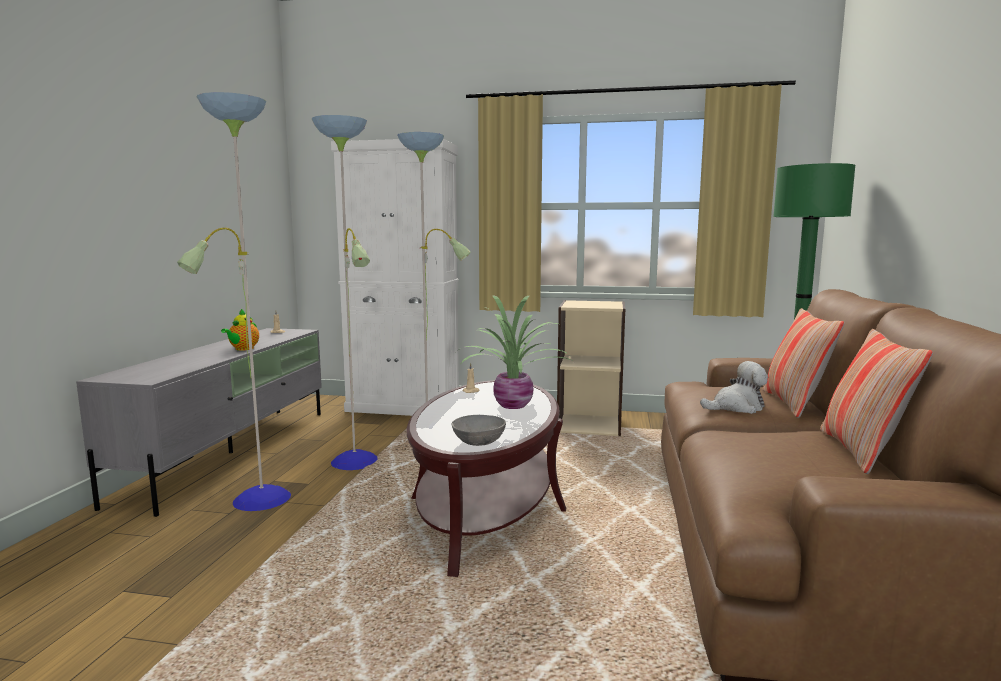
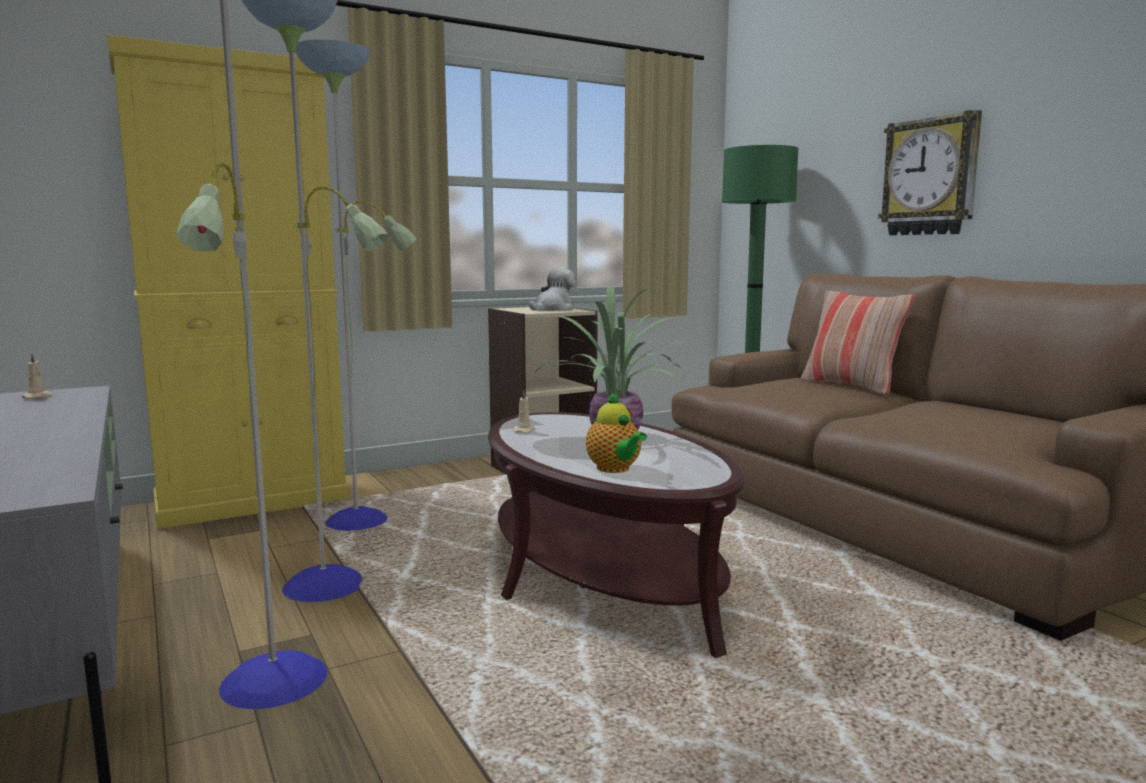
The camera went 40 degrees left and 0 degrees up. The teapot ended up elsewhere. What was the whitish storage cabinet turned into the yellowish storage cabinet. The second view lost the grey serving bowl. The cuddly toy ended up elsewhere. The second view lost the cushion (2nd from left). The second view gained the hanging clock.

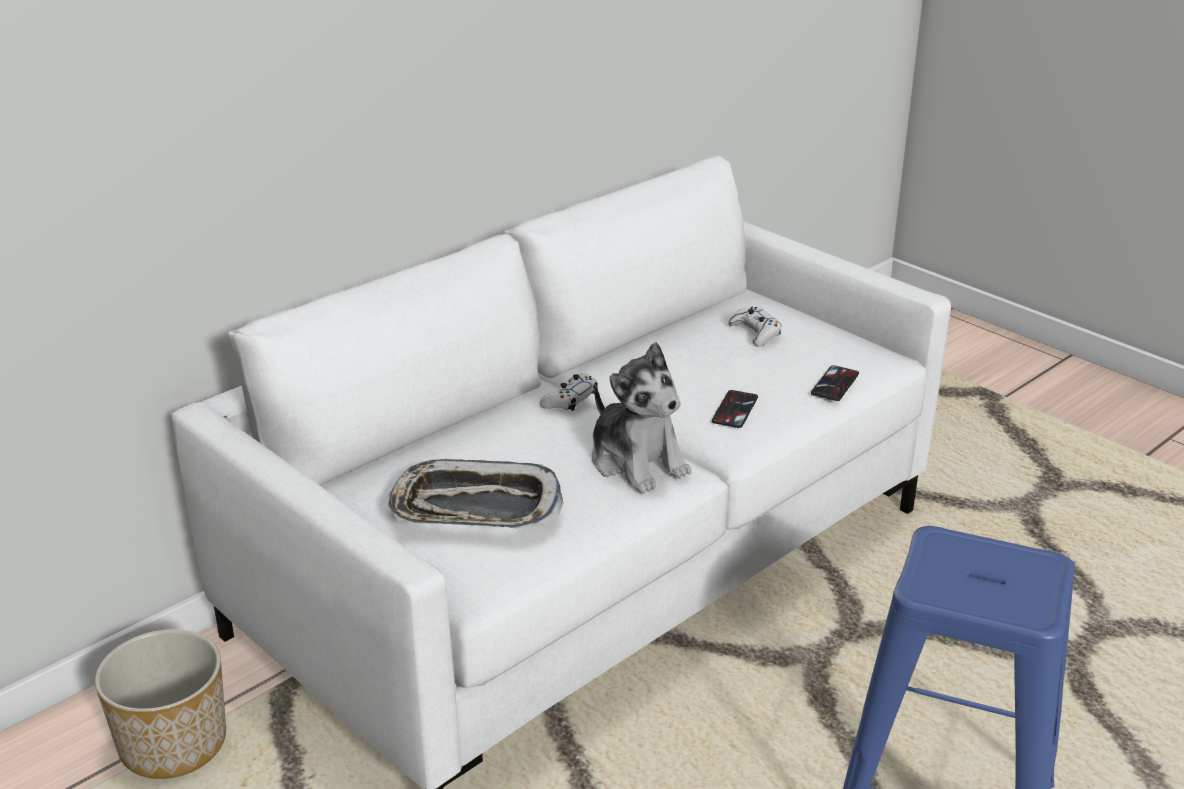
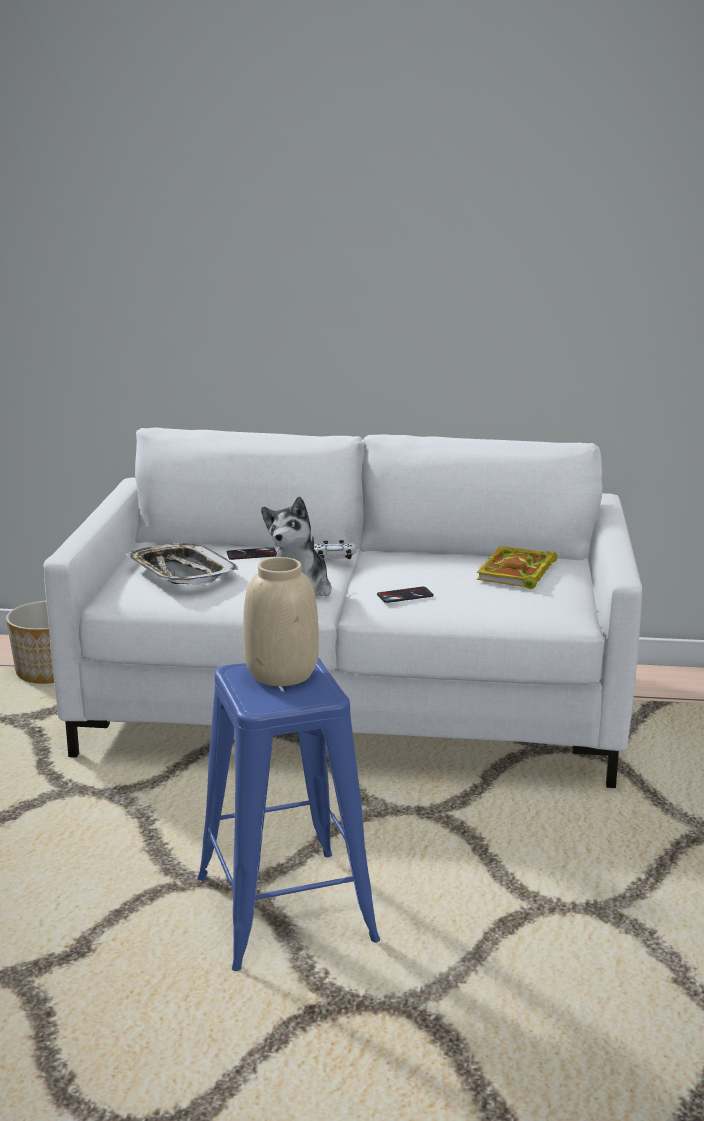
The camera went 50 degrees right and 10 degrees down. Where the whitish joypad (2nd from left) stood, the bound book came to stand. The handset (2nd from left in the first image) ended up elsewhere. The second view gained the sand-coloured decorative vase.

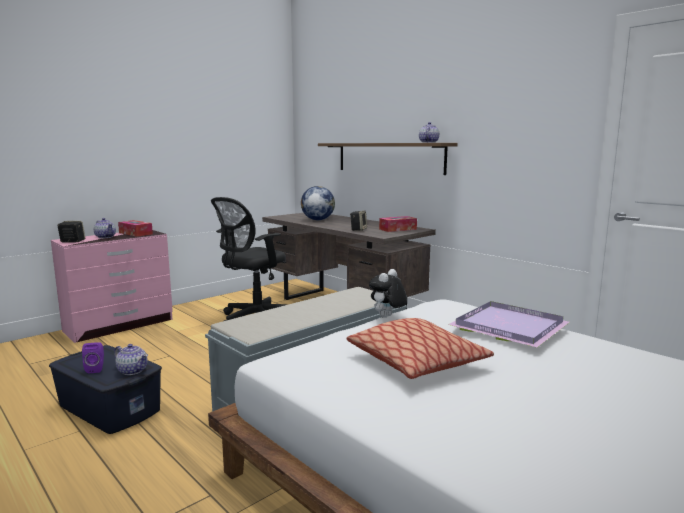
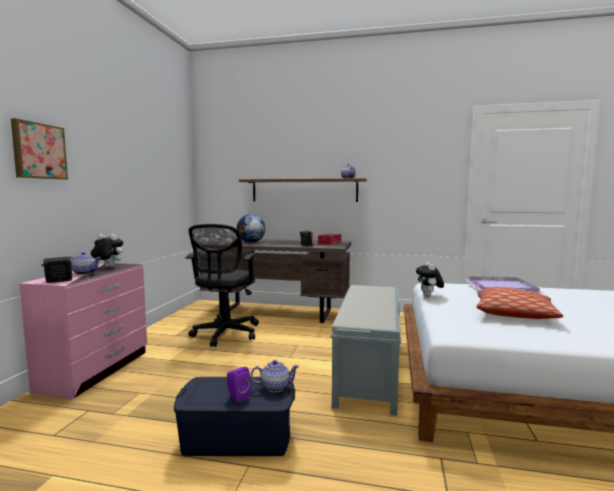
The camera went 35 degrees left and 5 degrees down. Where the box of tissues (1st from left) stood, the cuddly toy (1st from left) came to stand. The second view gained the wall art.

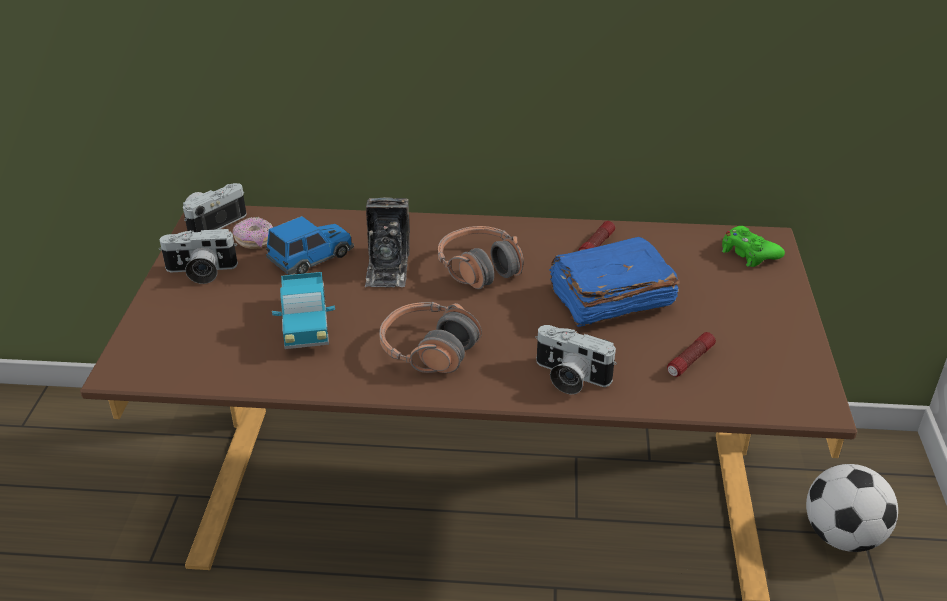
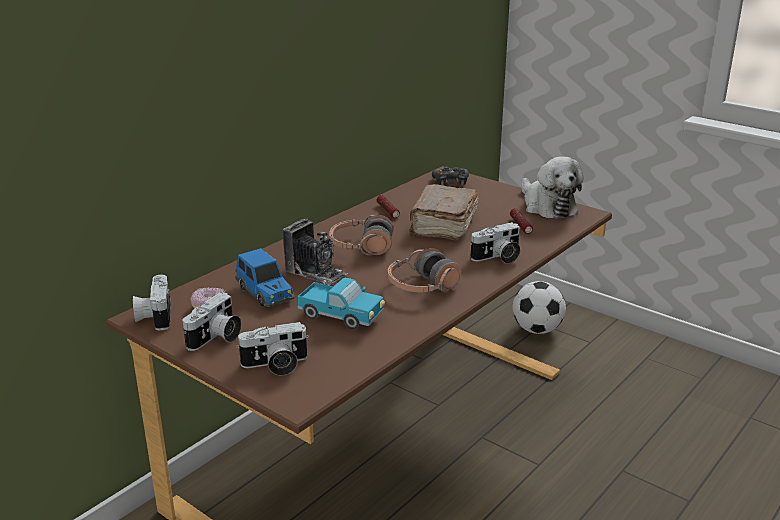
The camera went 55 degrees left and 10 degrees down. The miniature car ended up facing another way, 150 degrees clockwise from before. What was the blue bound book turned into the brown bound book. What was the greenish joypad turned into the blackish joypad. The second view gained the photo camera (3rd from left). The second view gained the cuddly toy.

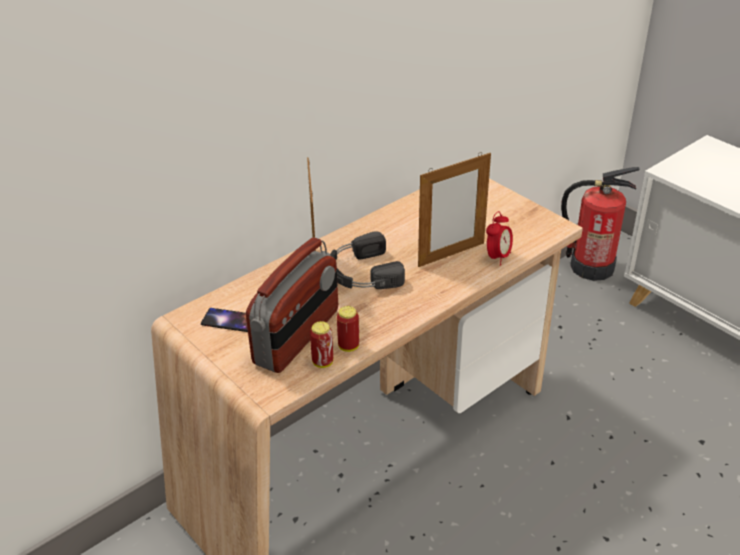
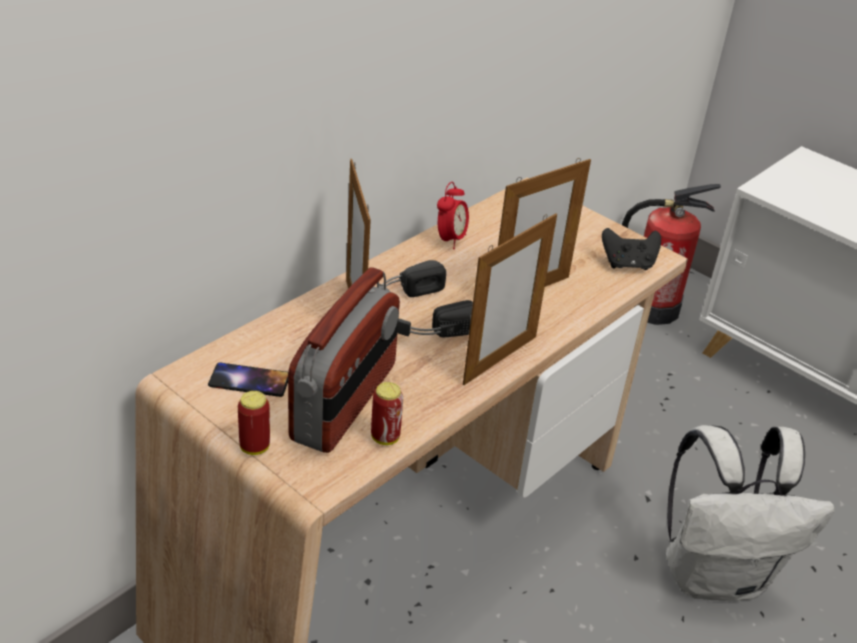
The camera went 10 degrees left and 0 degrees up. The can (2nd from left in the first image) ended up elsewhere. The bedside clock ended up elsewhere. The second view gained the photo frame (2nd from left). The second view gained the blackish joypad. The second view gained the whitish rucksack.

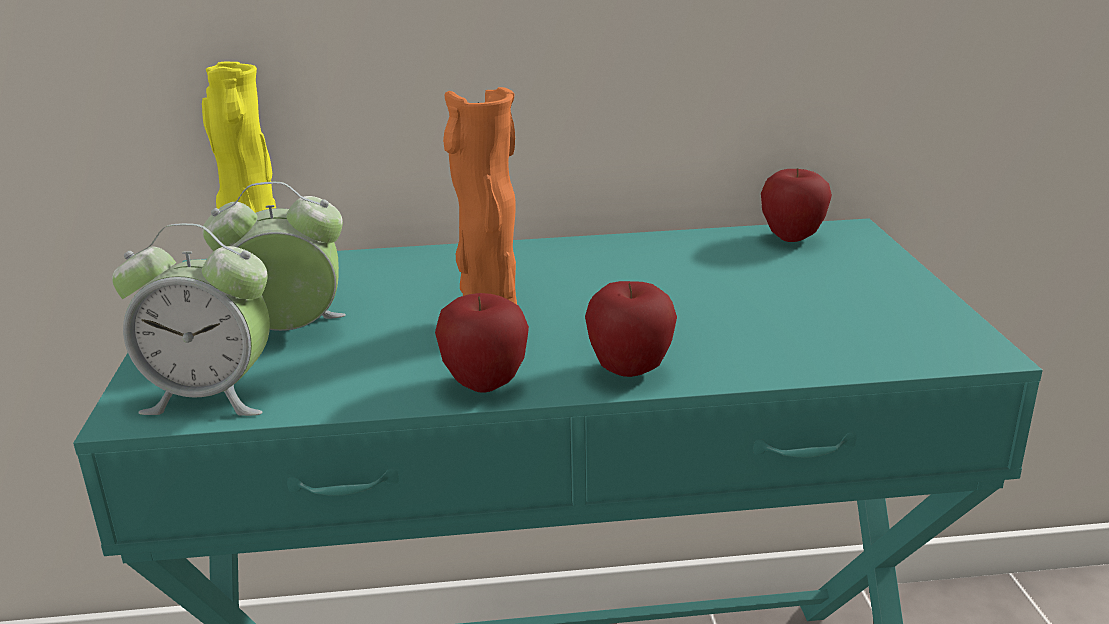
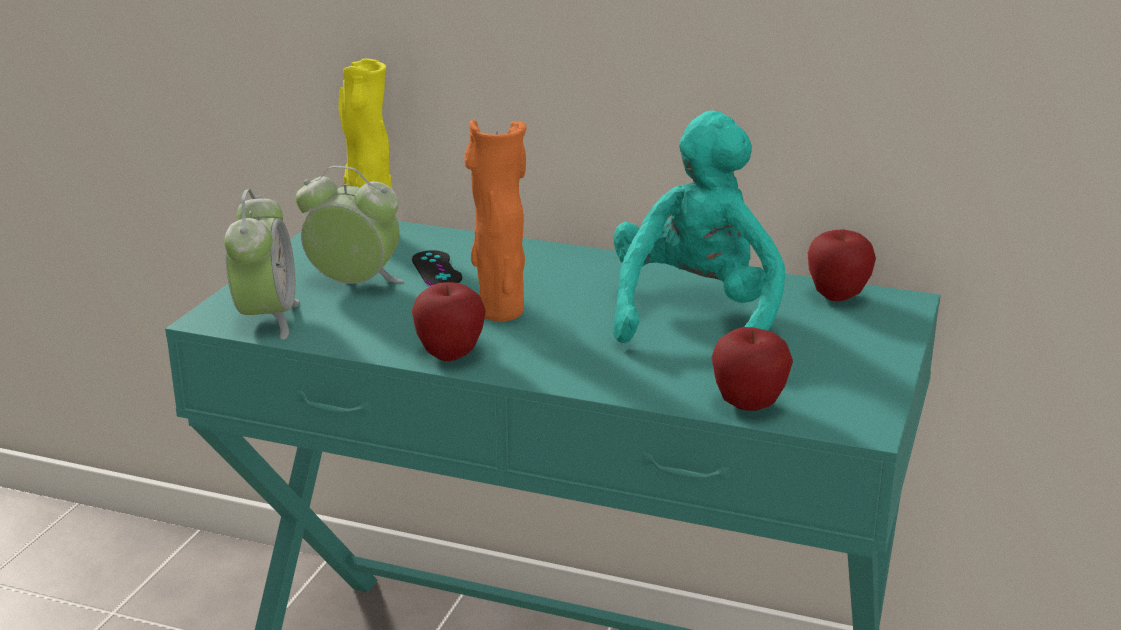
The camera went 25 degrees right and 0 degrees up. The bedside clock (1st from left) ended up facing another way, 120 degrees counterclockwise from before. The apple fruit (2nd from left) ended up elsewhere. The second view gained the blackish joypad. The second view gained the turquoise cuddly toy.

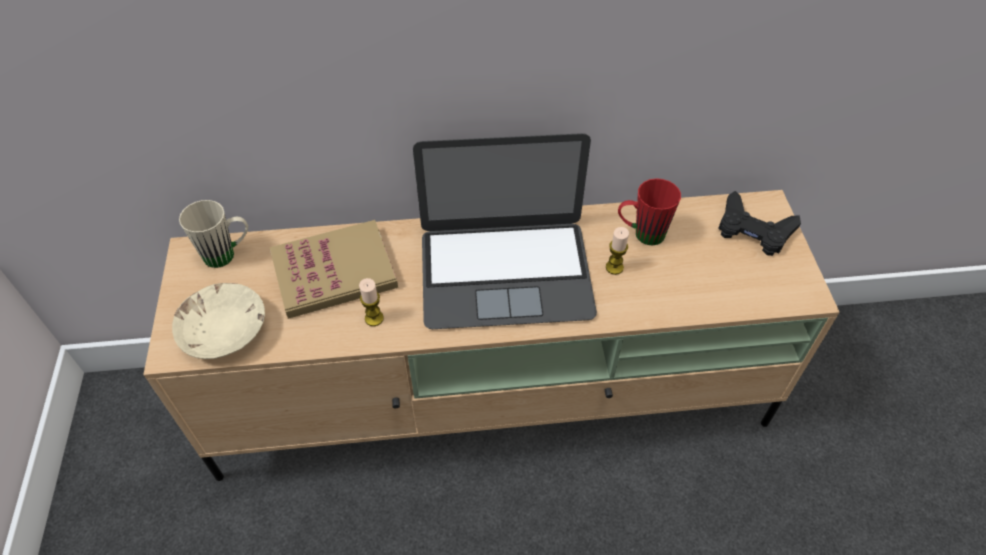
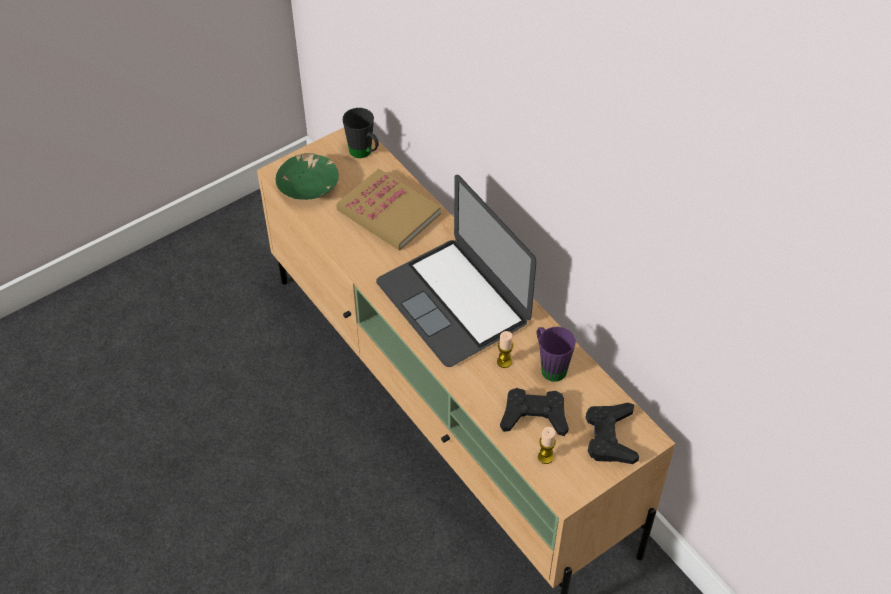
The camera went 60 degrees right and 0 degrees up. What was the sand-coloured serving bowl turned into the greenish serving bowl. What was the sand-coloured mug turned into the blackish mug. The wax candle (1st from left in the first image) ended up elsewhere. What was the red mug turned into the purple-coloured mug. The second view gained the blackish joypad (1st from left).

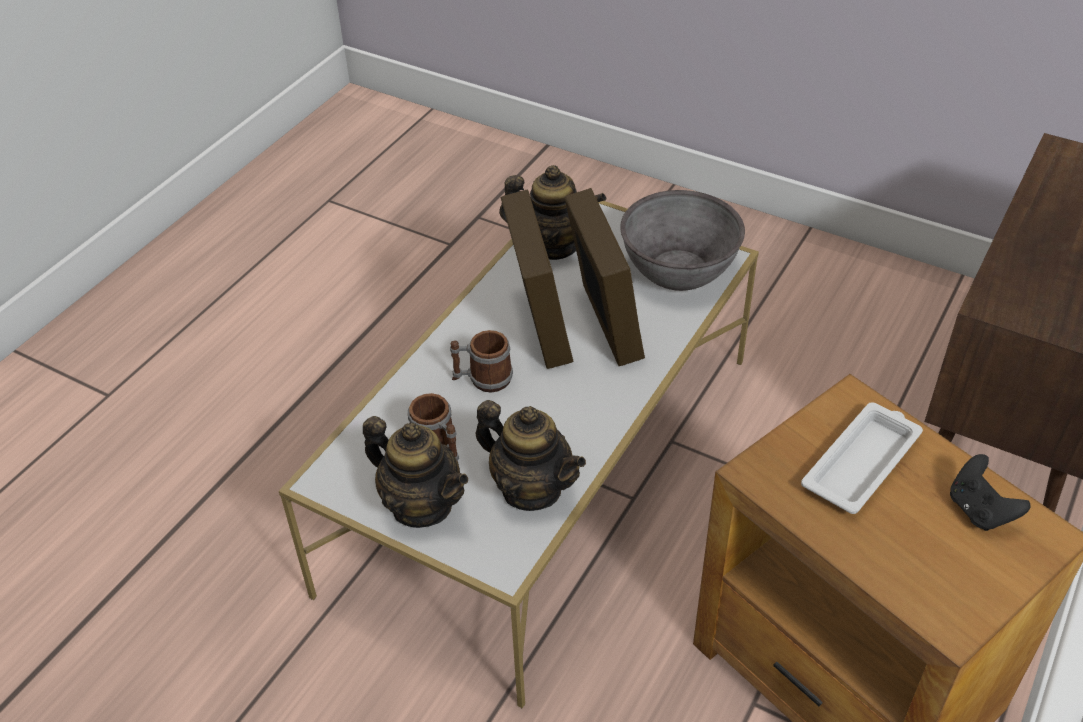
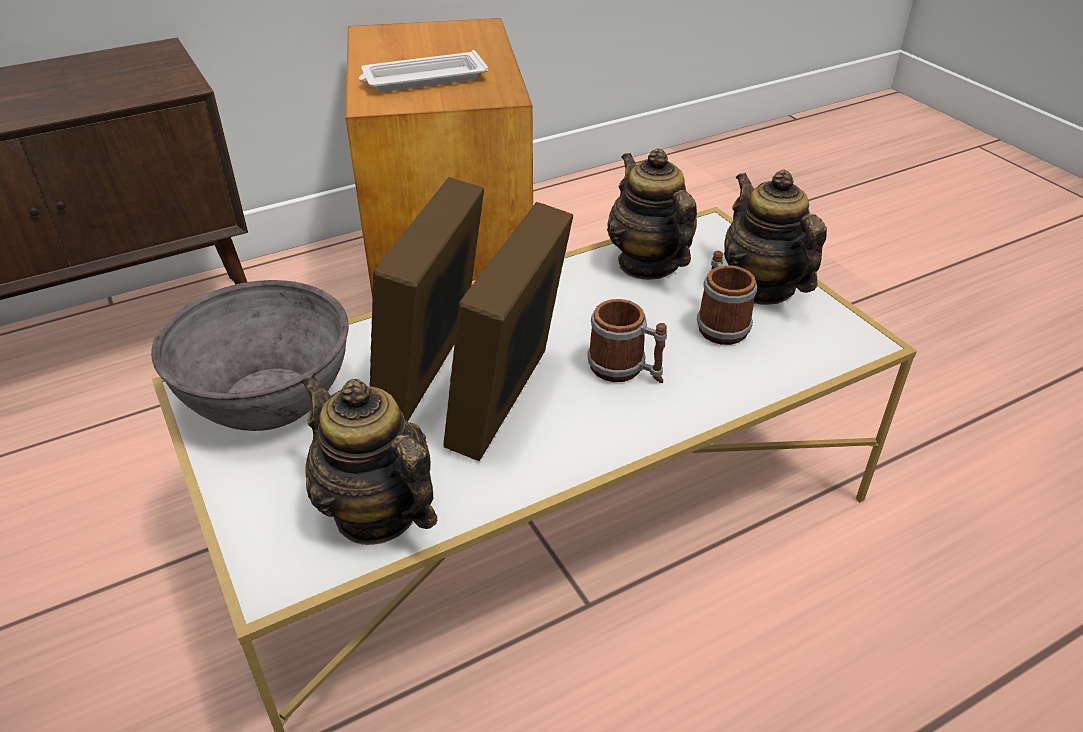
The camera went 150 degrees left and 5 degrees down. The second view lost the blackish joypad.

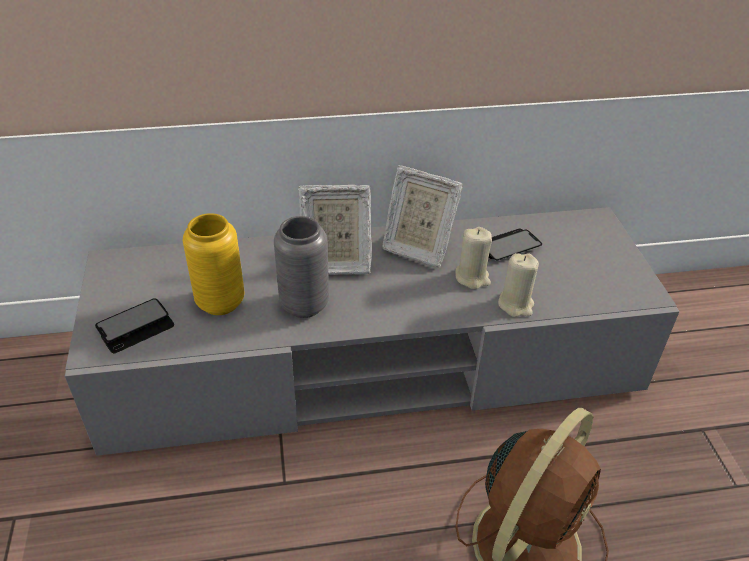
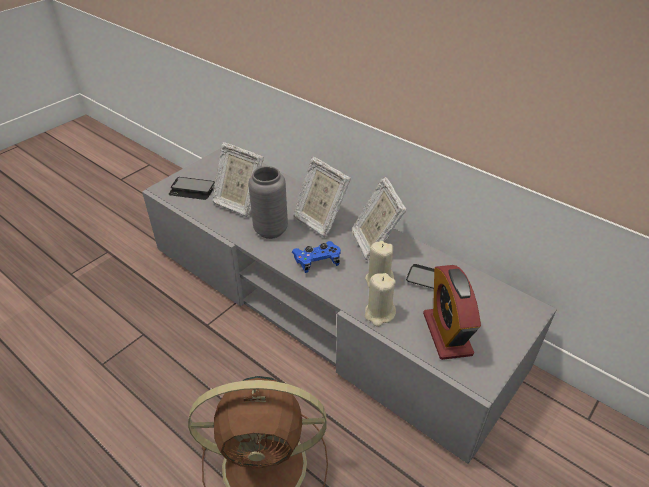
The camera went 50 degrees right and 0 degrees up. Where the yellowish decorative vase stood, the photo frame (1st from left) came to stand. The second view gained the blue joypad. The second view gained the bedside clock.

